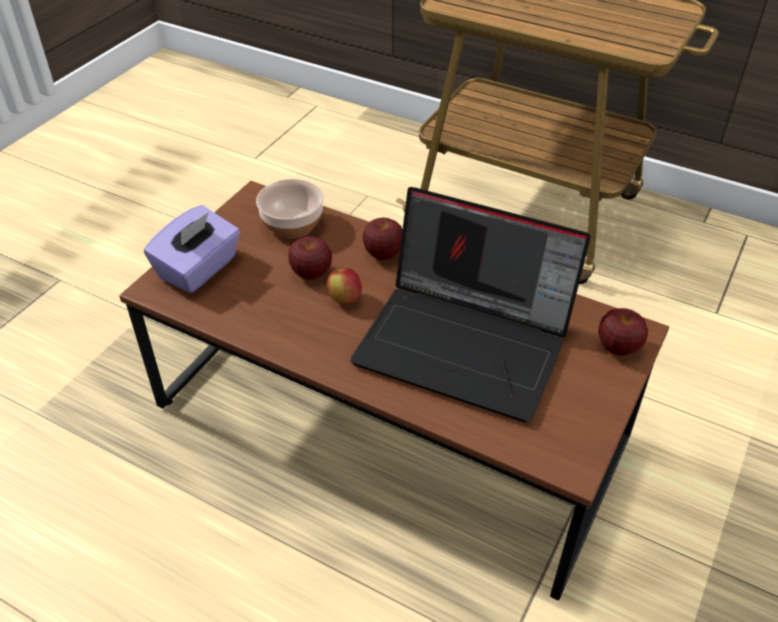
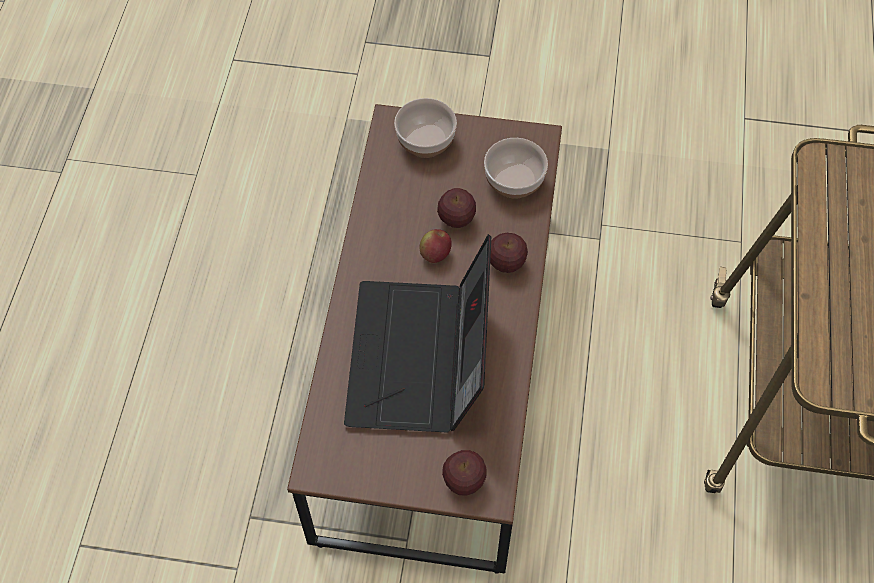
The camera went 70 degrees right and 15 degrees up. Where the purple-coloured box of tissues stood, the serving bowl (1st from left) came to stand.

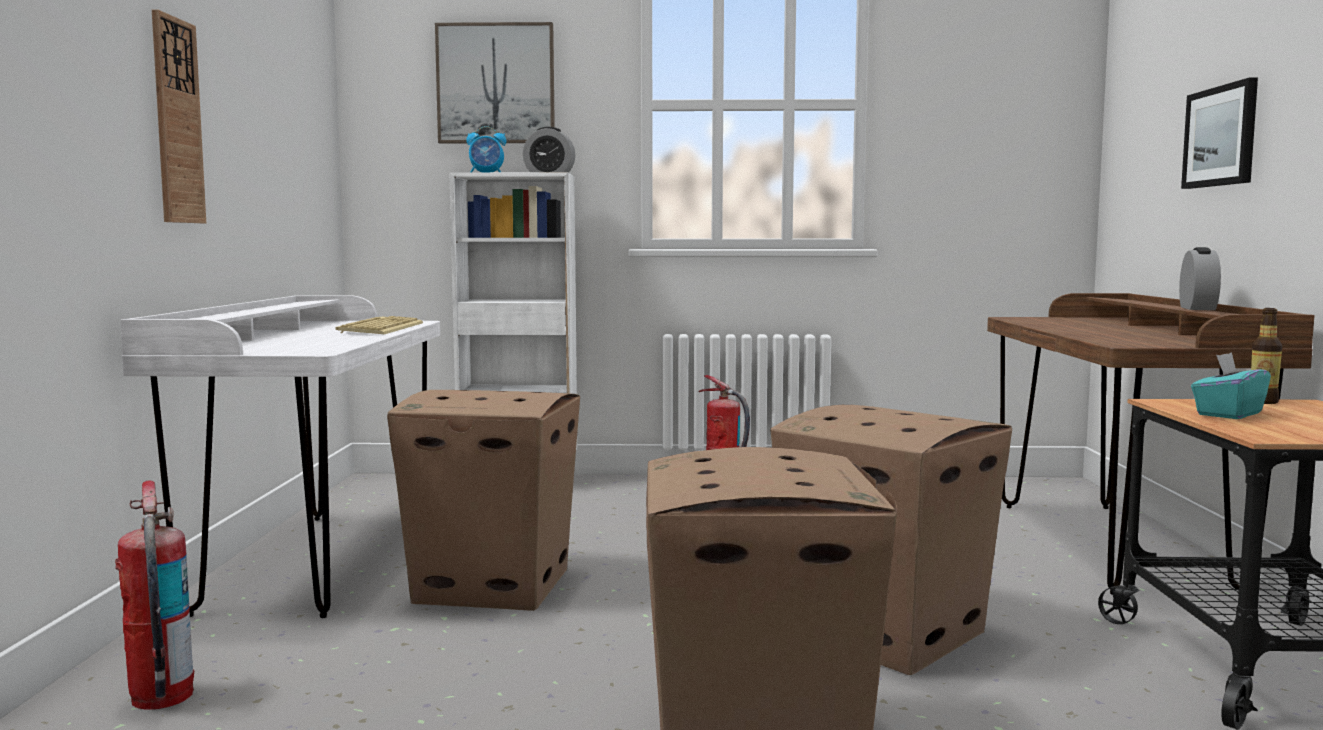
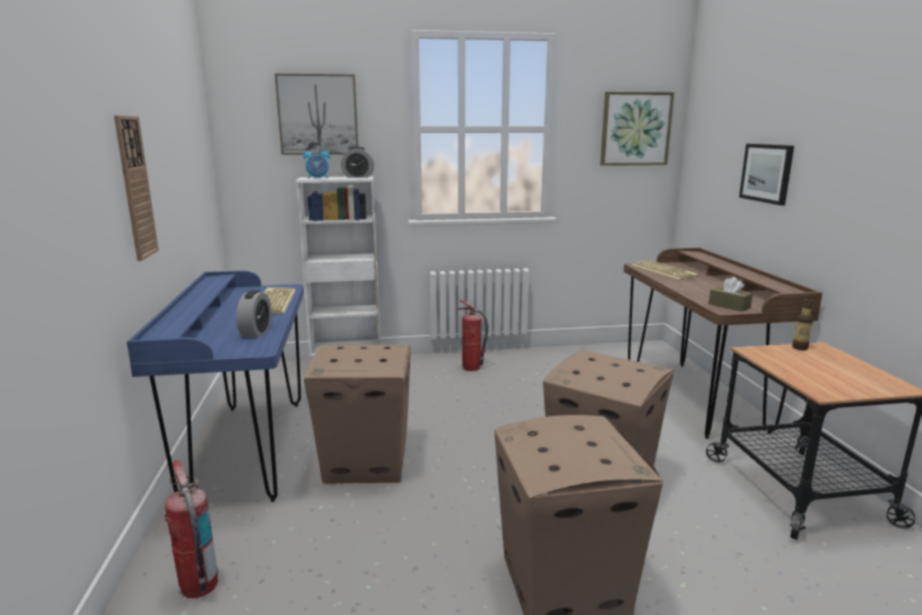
The camera went 10 degrees left and 10 degrees up. What was the whitish desk turned into the blue desk. The bedside clock (3rd from left in the first image) ended up elsewhere. The second view lost the turquoise box of tissues. The second view gained the wall art (2nd from left). The second view gained the computer keyboard (2nd from left). The second view gained the brown box of tissues.

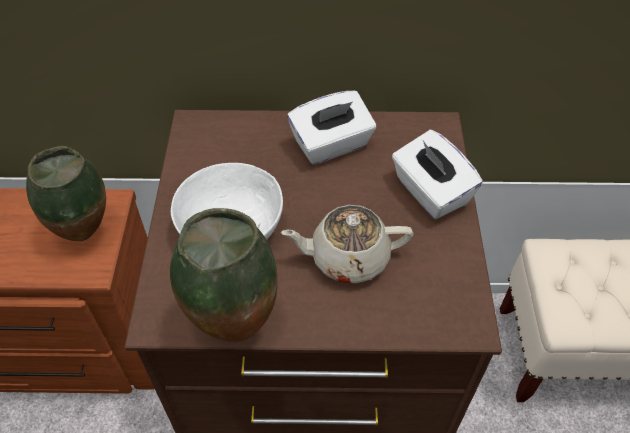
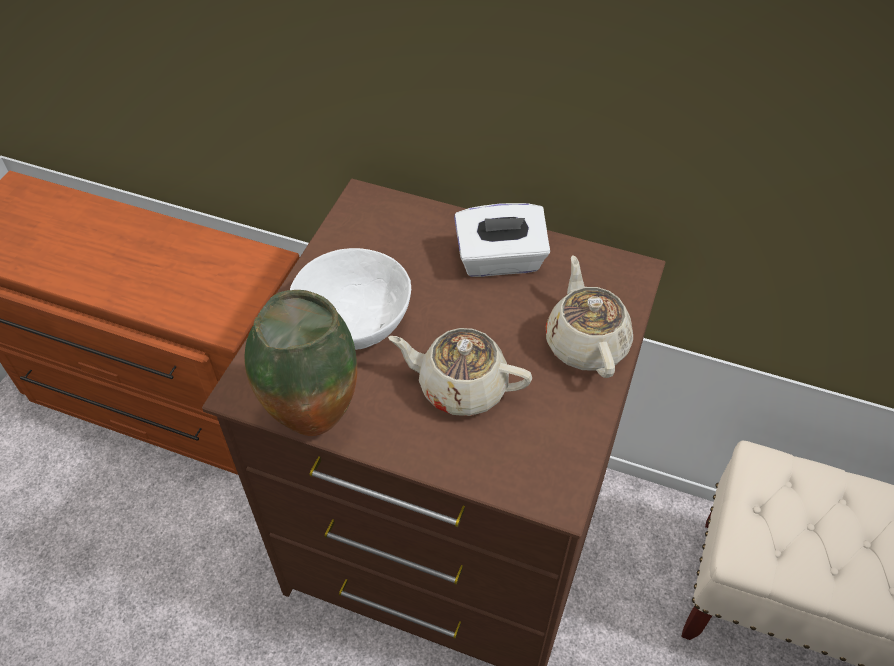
The camera went 20 degrees right and 0 degrees up. The second view lost the decorative vase (1st from left). Where the whitish box of tissues (2nd from left) stood, the sand-coloured teapot (2nd from left) came to stand.

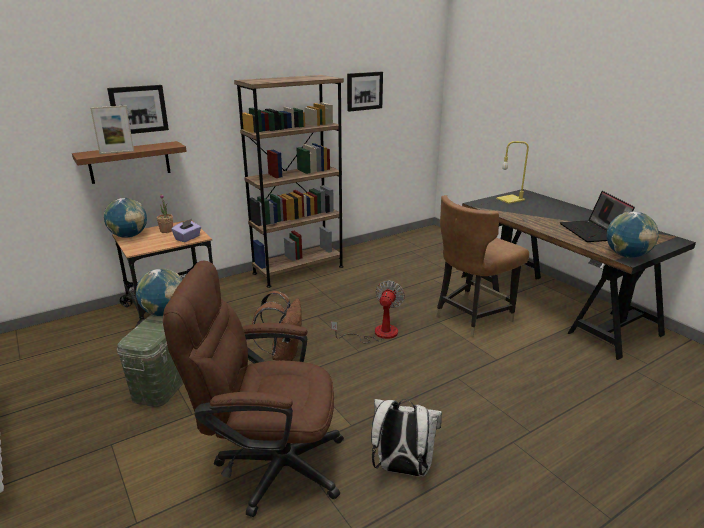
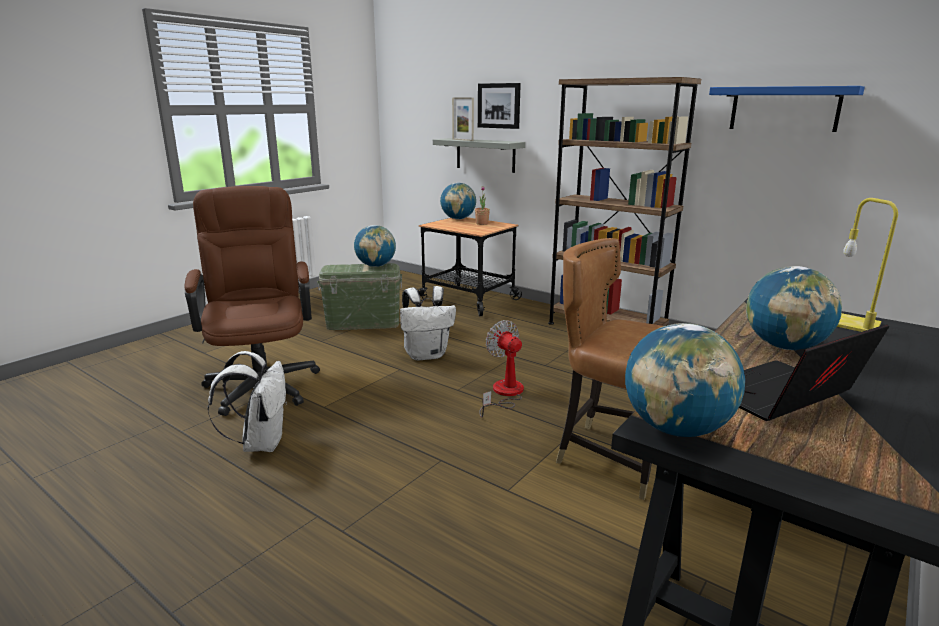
The camera went 70 degrees right and 5 degrees down. What was the brown wall shelf turned into the grey wall shelf. The second view lost the purple-coloured box of tissues. What was the brown rucksack turned into the whitish rucksack (2nd from left). The fan ended up facing another way, 120 degrees counterclockwise from before. Where the wall art (2nd from left) hung, the blue wall shelf came to hang. The second view gained the globe (4th from left).

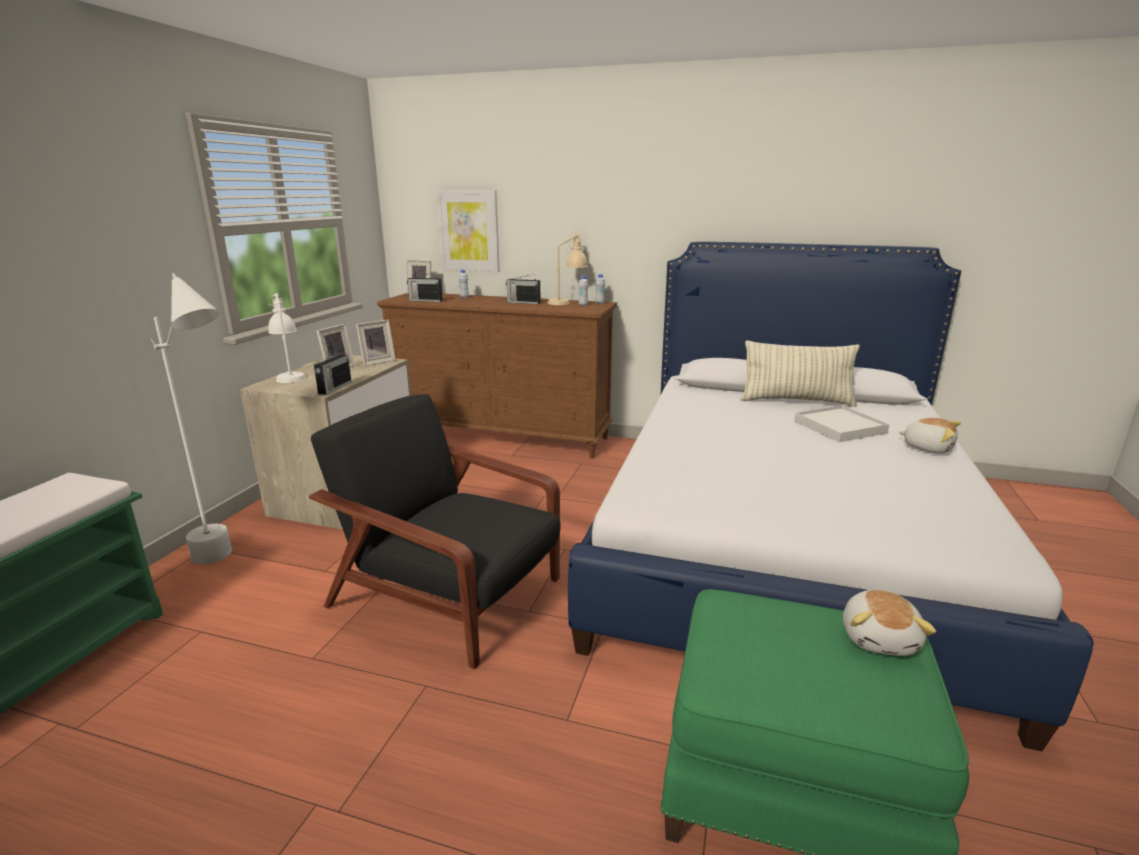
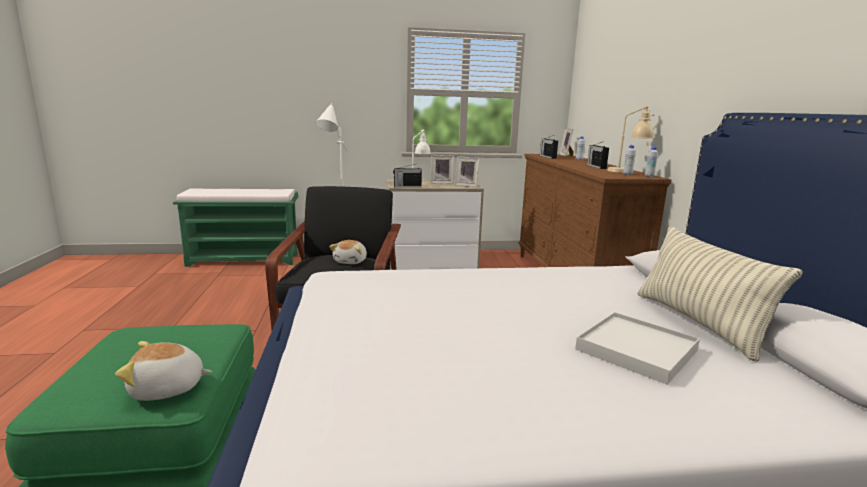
The camera went 65 degrees right and 5 degrees down. The second view lost the wall art. The cuddly toy (2nd from left) ended up elsewhere.

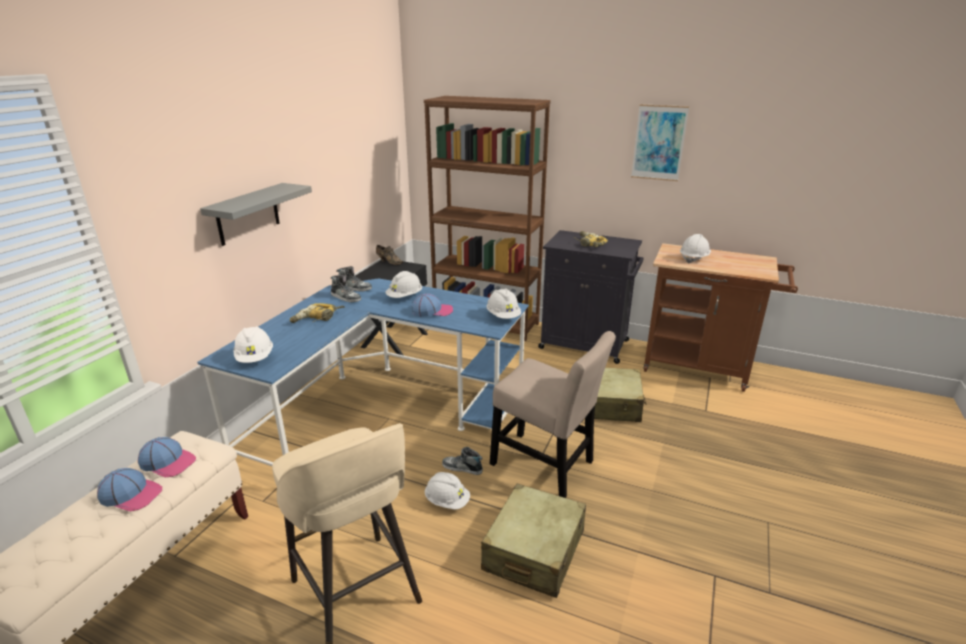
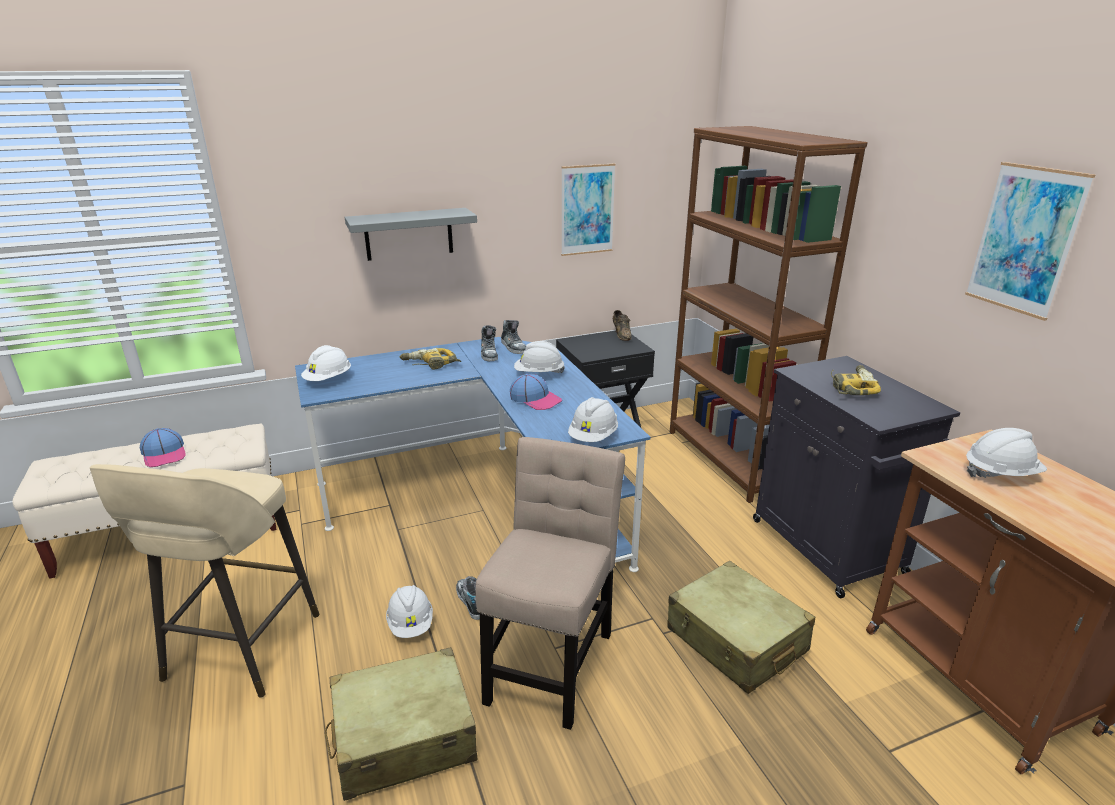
The camera went 45 degrees right and 0 degrees up. The second view lost the baseball cap (2nd from left). The sand-coloured plain chair ended up facing another way, 150 degrees counterclockwise from before. The second view gained the wall art (1st from left).

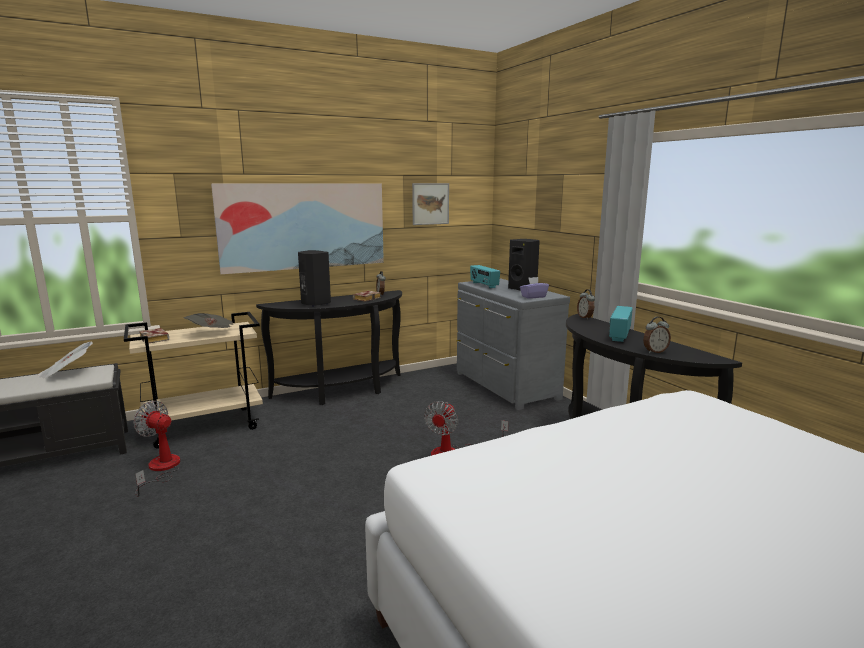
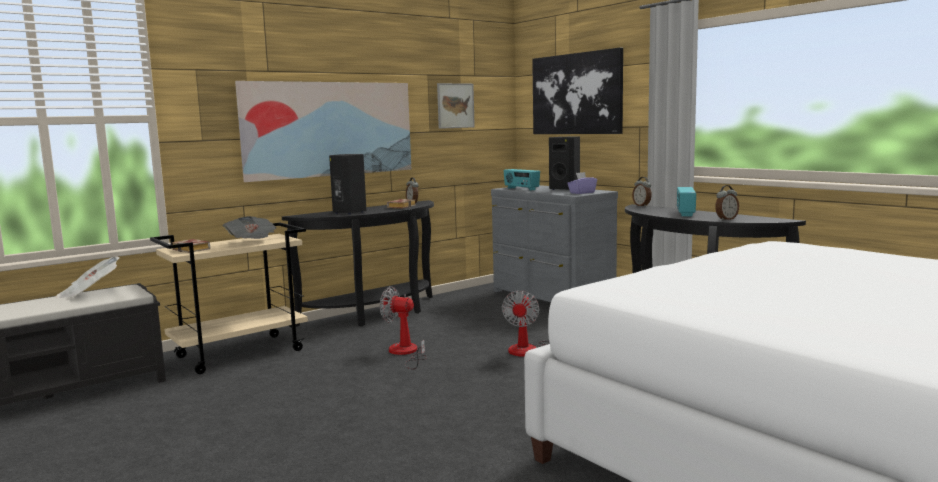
The camera went 10 degrees left and 5 degrees down. The fan (1st from left) ended up elsewhere. The second view gained the wall art (3rd from left).

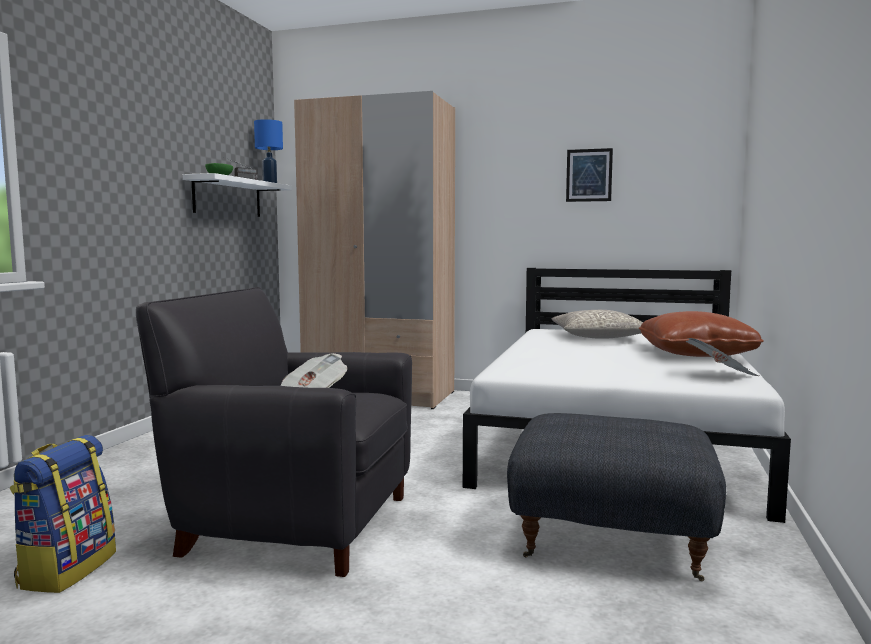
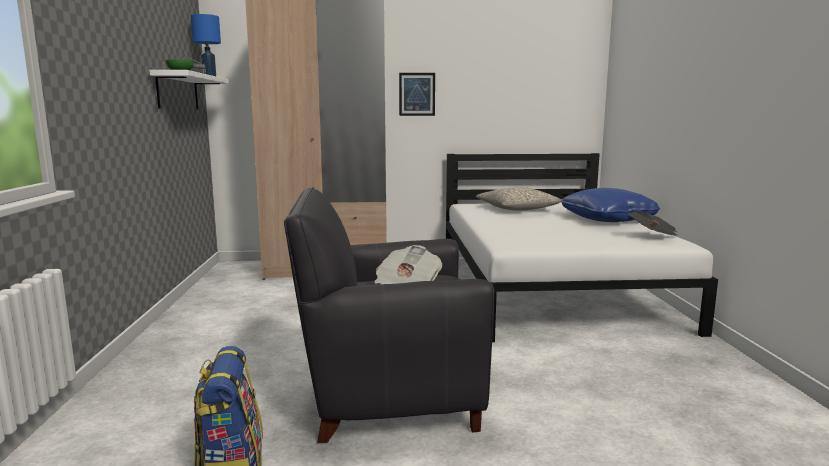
The camera went 20 degrees left and 5 degrees up. The second view lost the grey footrest. The wall art ended up elsewhere. What was the brown cushion turned into the blue cushion.

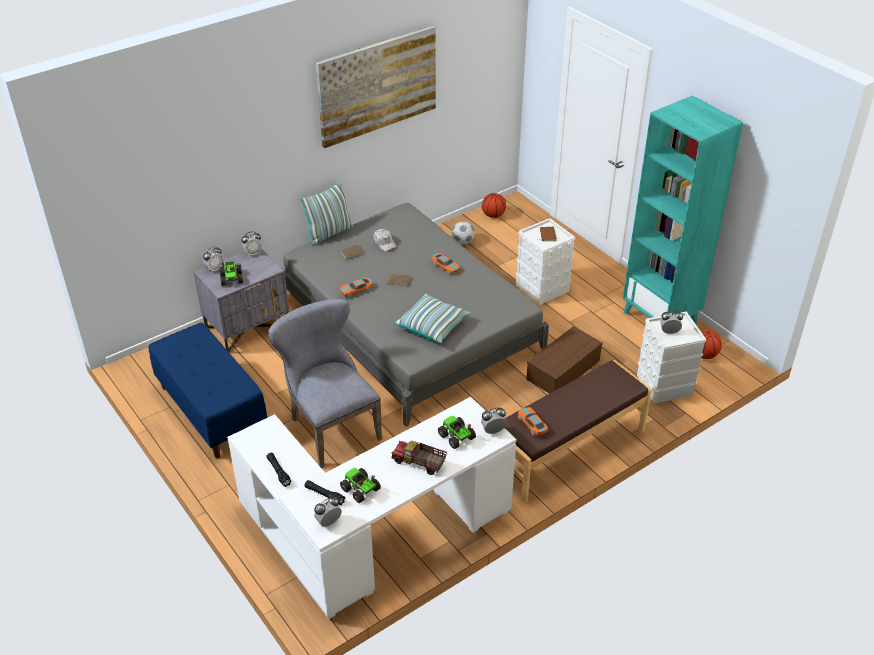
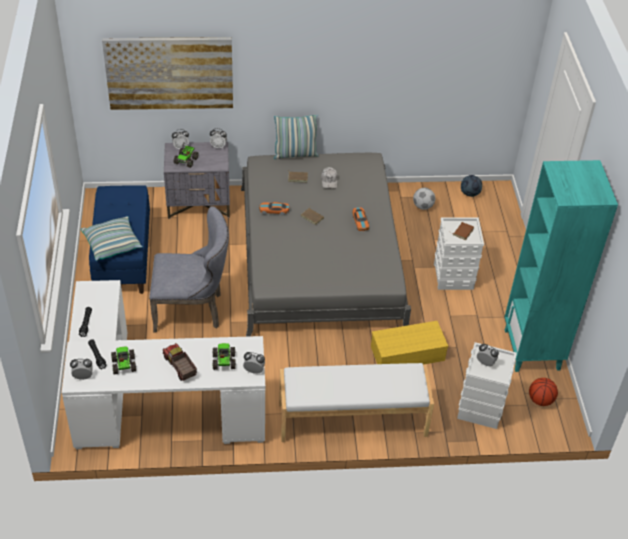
The camera went 30 degrees right and 5 degrees up. The grey plain chair ended up facing another way, 90 degrees clockwise from before. The wall art ended up elsewhere. The cushion (2nd from left in the first image) ended up elsewhere. Where the basketball (1st from left) stood, the football ball (2nd from left) came to stand. What was the brown long seat turned into the whitish long seat. The second view lost the miniature car (3rd from left). What was the brown storage container turned into the yellowish storage container.

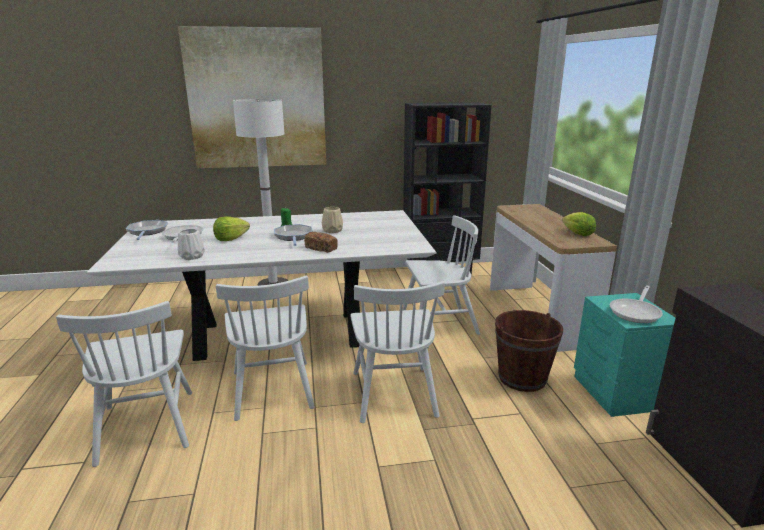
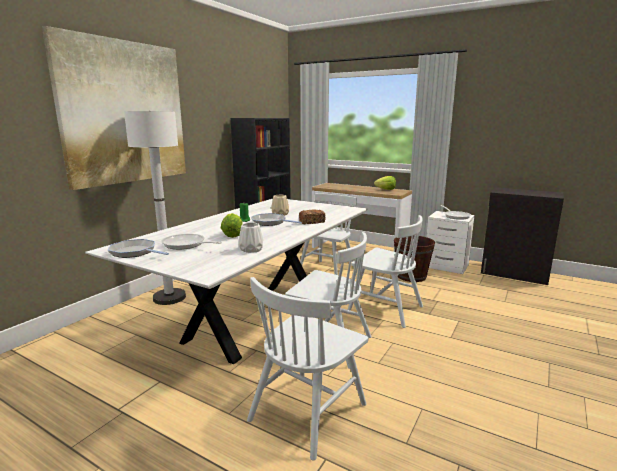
The camera went 50 degrees left and 5 degrees down. The whitish plain chair (1st from left) ended up facing another way, 105 degrees clockwise from before. What was the turquoise night table turned into the whitish night table.

